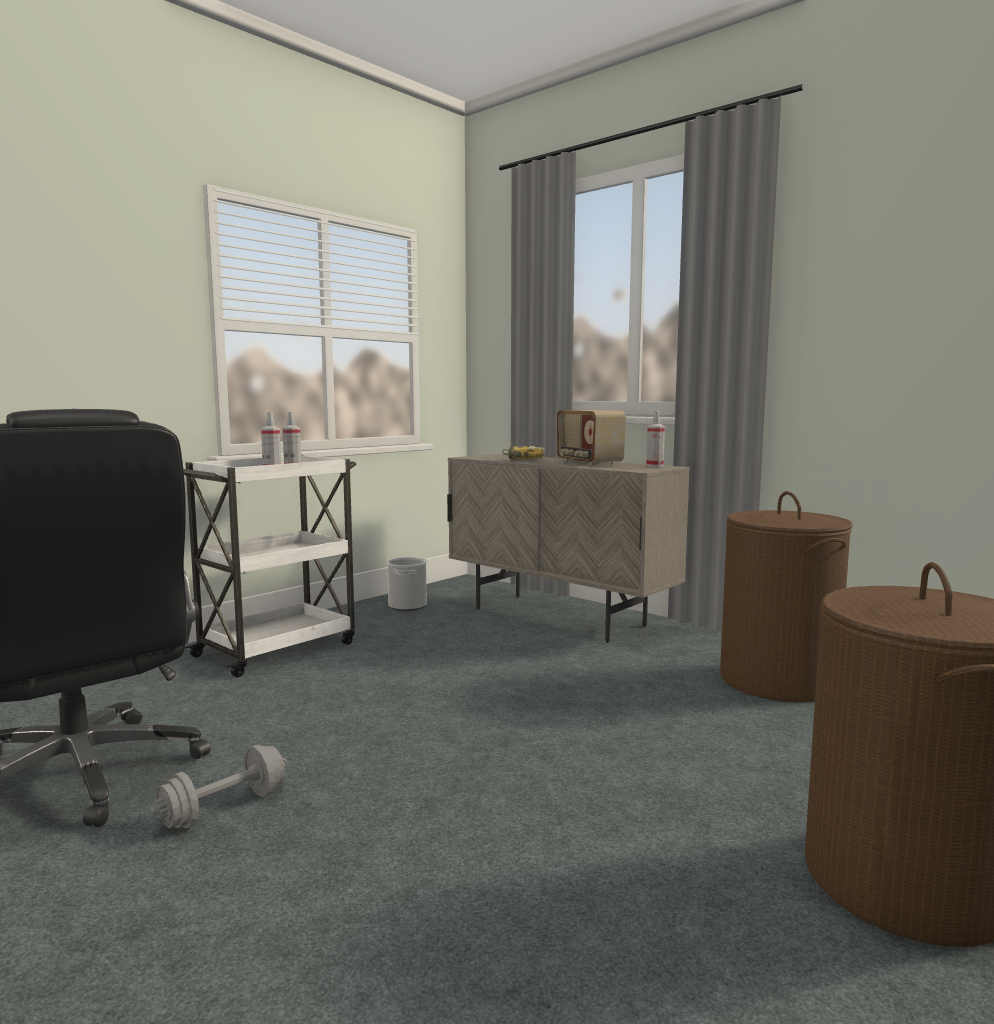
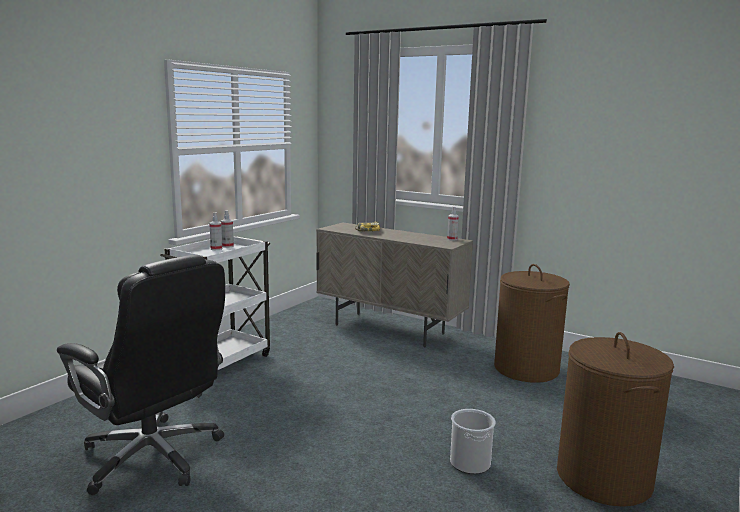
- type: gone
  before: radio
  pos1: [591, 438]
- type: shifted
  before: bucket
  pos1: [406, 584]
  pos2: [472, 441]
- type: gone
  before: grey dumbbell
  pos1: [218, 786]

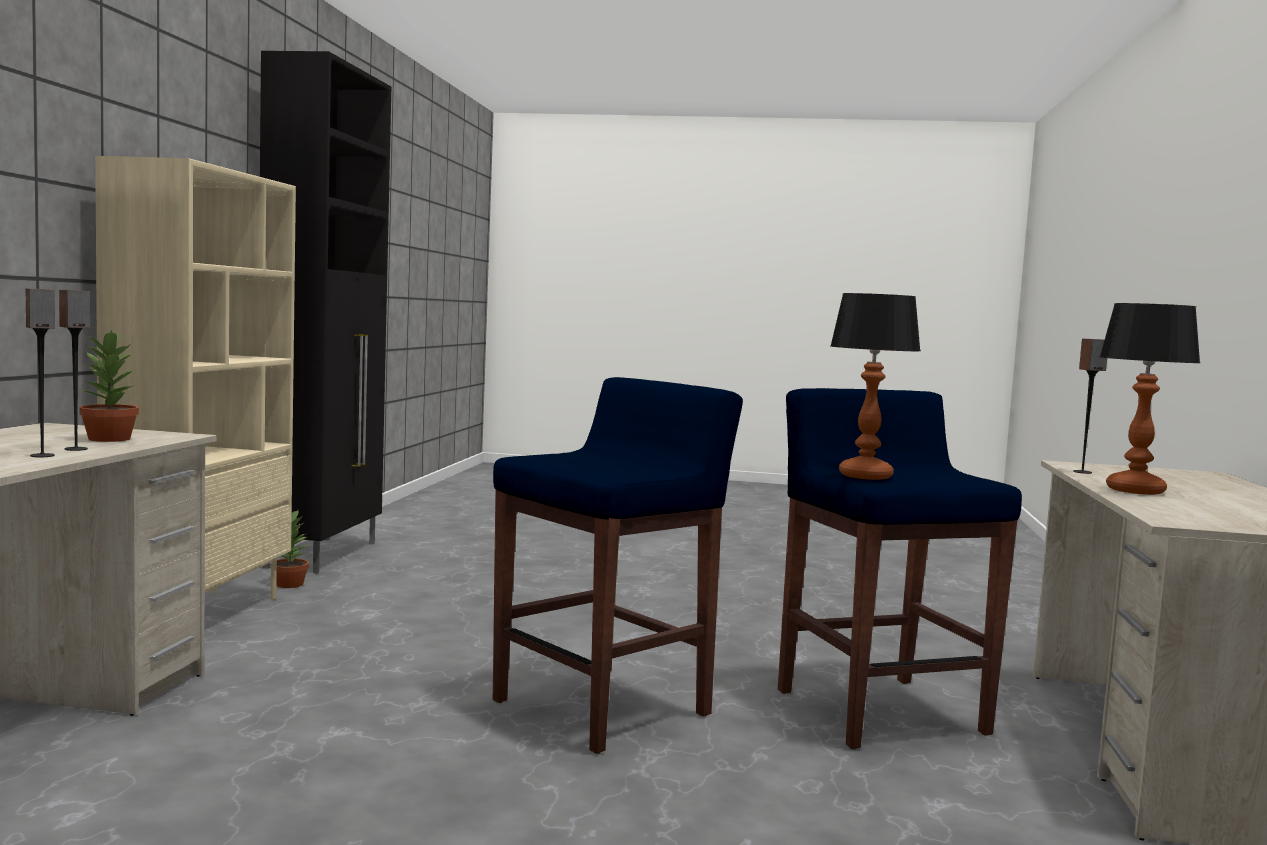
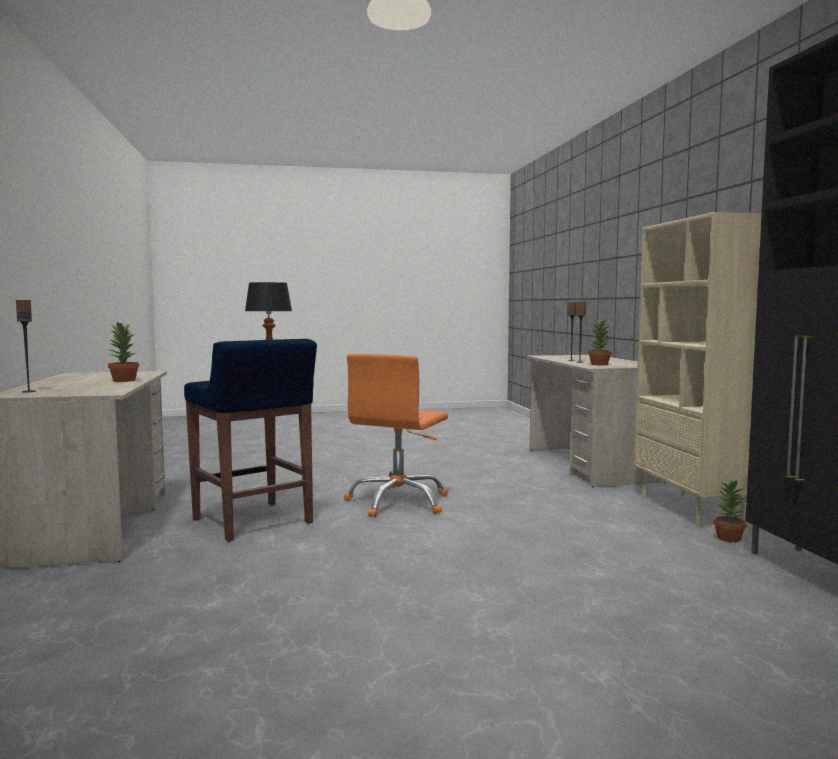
- type: swapped
  before: table lamp
  after: potted plant
  pos1: [1149, 399]
  pos2: [123, 351]
- type: shifted
  before: speaker
  pos1: [1090, 406]
  pos2: [26, 346]
- type: swapped
  before: blue stool
  after: orange office chair
  pos1: [618, 565]
  pos2: [396, 435]

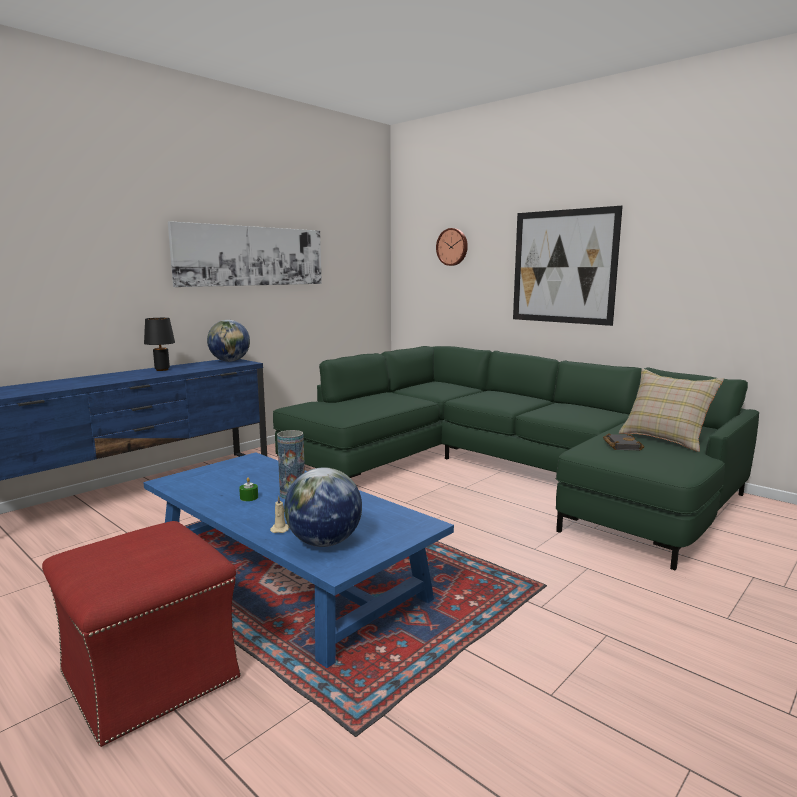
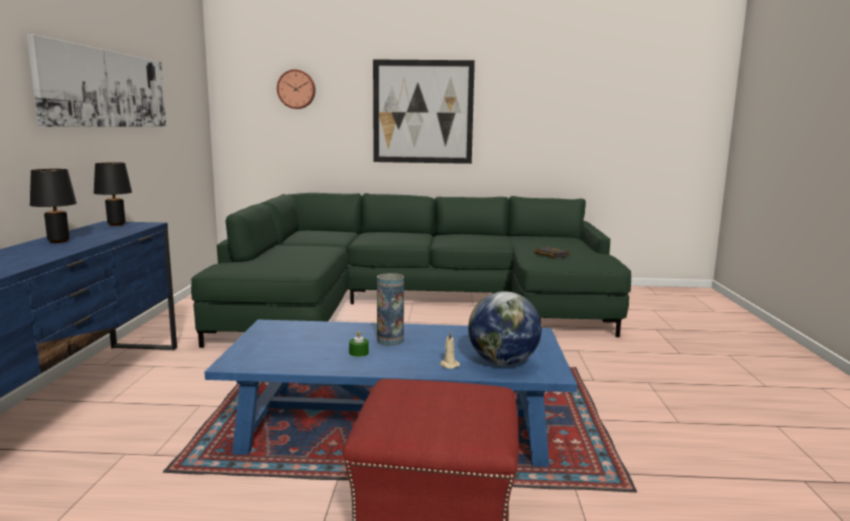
- type: swapped
  before: globe
  after: black table lamp
  pos1: [228, 341]
  pos2: [113, 194]
- type: gone
  before: beige pillow
  pos1: [671, 410]

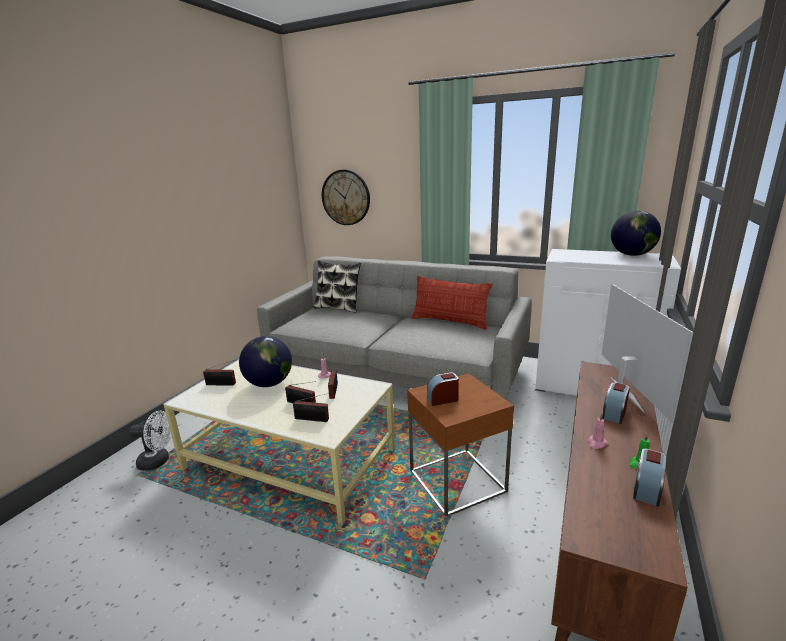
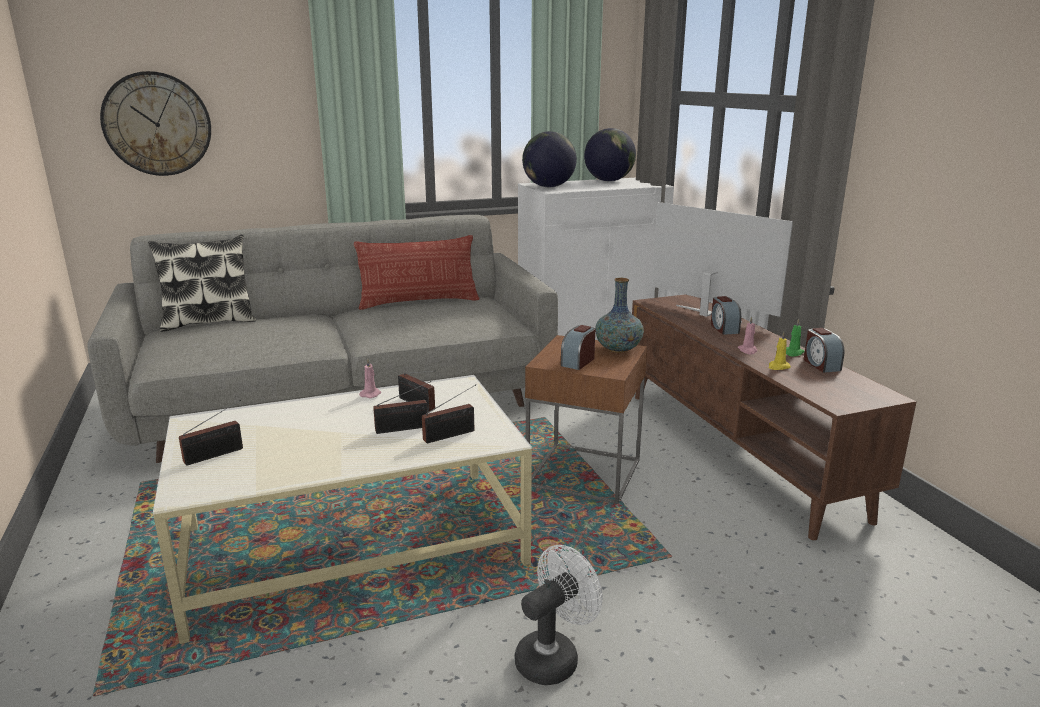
- type: shifted
  before: globe
  pos1: [265, 361]
  pos2: [549, 159]
- type: shifted
  before: white fan
  pos1: [150, 441]
  pos2: [559, 615]
- type: new
  after: vase
  pos2: [619, 315]
- type: new
  after: yellow candle
  pos2: [779, 351]

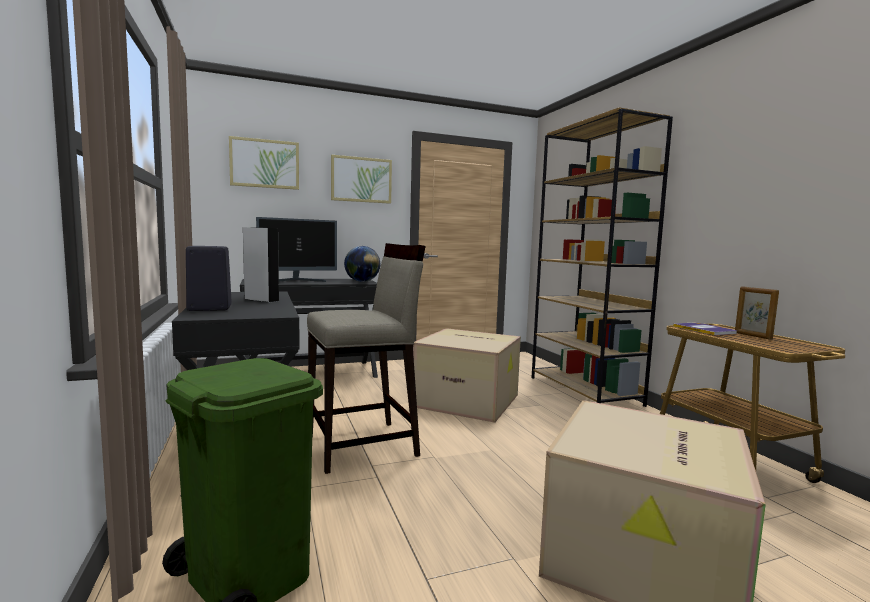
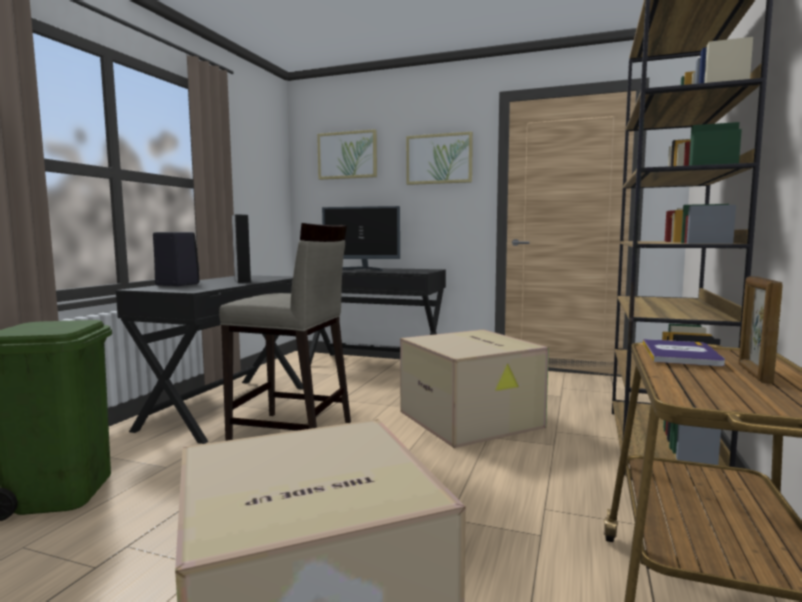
- type: gone
  before: globe
  pos1: [362, 264]

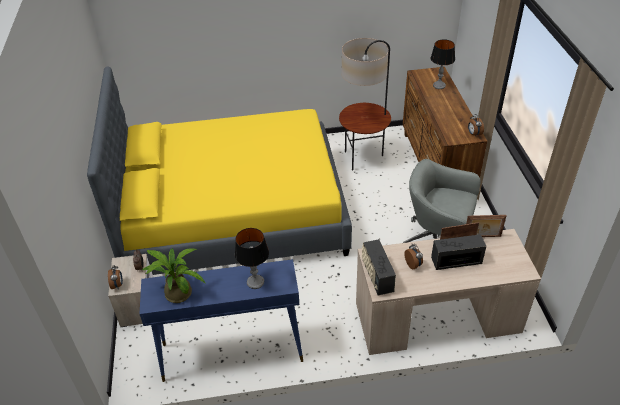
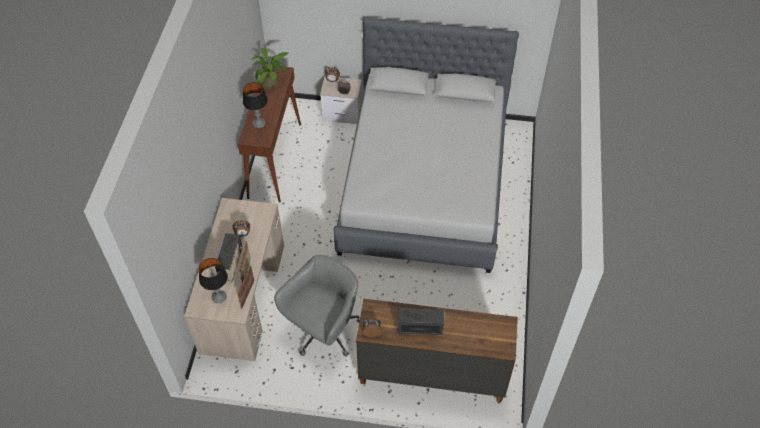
- type: gone
  before: floor lamp
  pos1: [365, 104]
- type: shifted
  before: table lamp
  pos1: [442, 64]
  pos2: [213, 280]
- type: repainted
  before: yellow bed
  after: grey bed
  pos1: [219, 170]
  pos2: [426, 145]
- type: shifted
  before: radio
  pos1: [379, 267]
  pos2: [421, 321]
- type: repainted
  before: blue console table
  after: brown console table
  pos1: [221, 320]
  pos2: [269, 134]

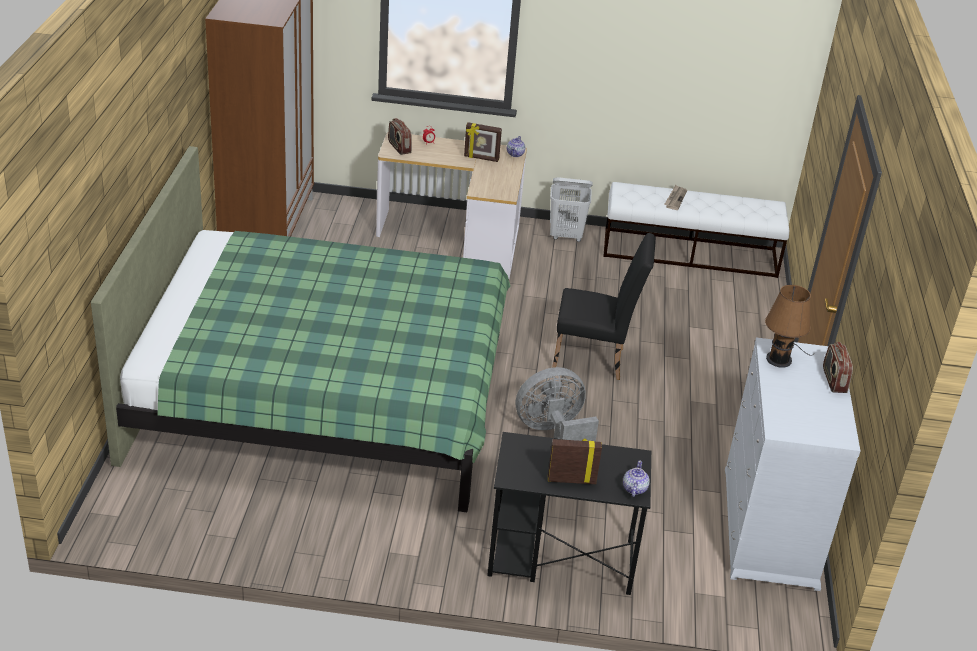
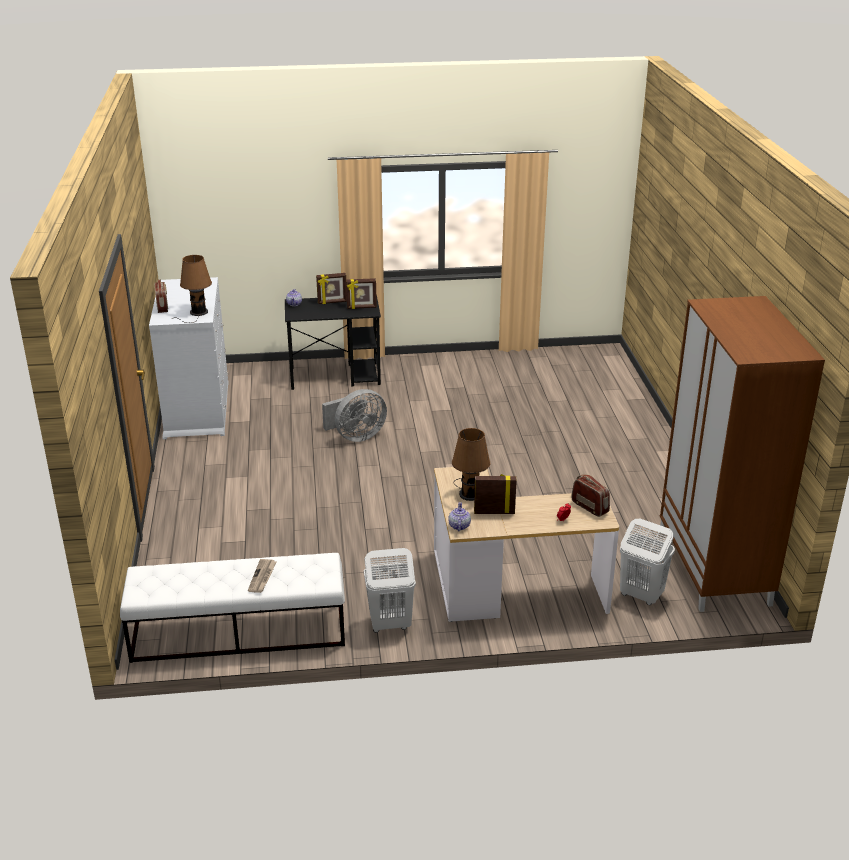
- type: gone
  before: green bed
  pos1: [300, 329]
- type: gone
  before: black chair
  pos1: [604, 306]
- type: new
  after: picture frame
  pos2: [361, 293]
- type: new
  after: brown table lamp
  pos2: [471, 464]
- type: new
  after: white laundry basket
  pos2: [647, 562]

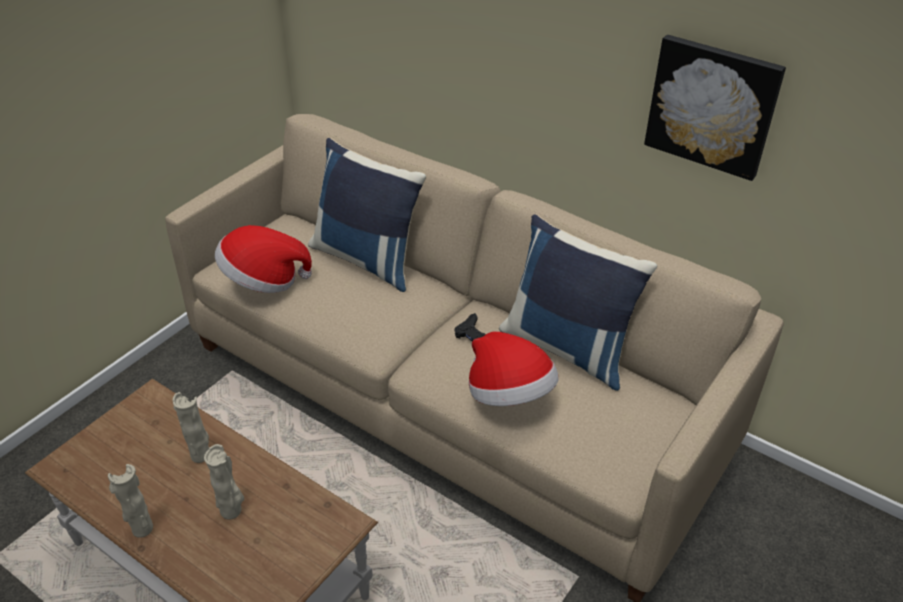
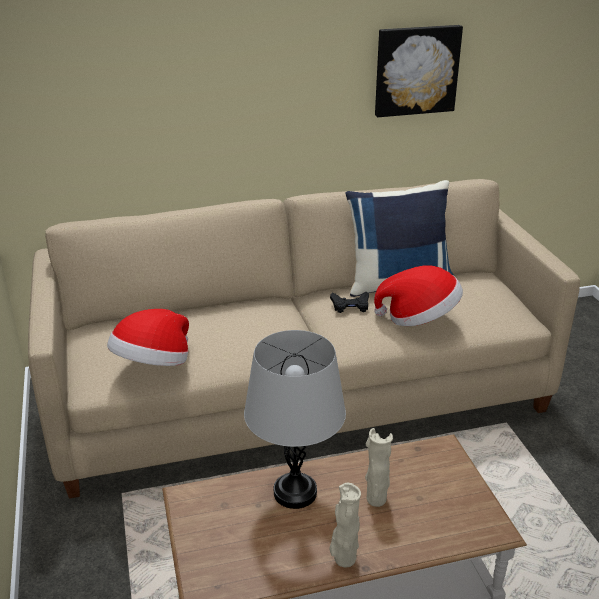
- type: gone
  before: blue pillow
  pos1: [367, 215]
- type: swapped
  before: beige vase
  after: grey table lamp
  pos1: [191, 427]
  pos2: [295, 419]

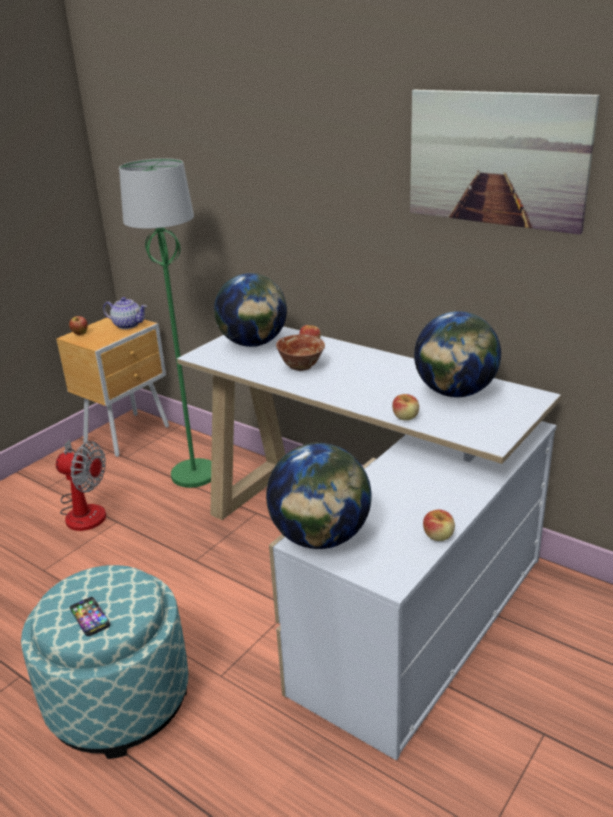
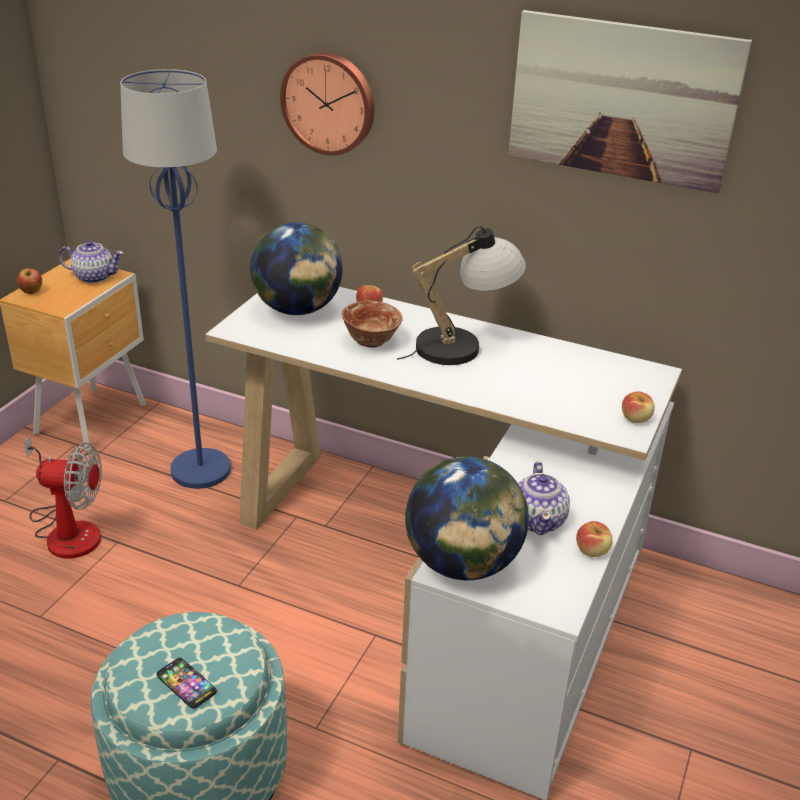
- type: repainted
  before: green floor lamp
  after: blue floor lamp
  pos1: [165, 323]
  pos2: [175, 279]
- type: gone
  before: globe
  pos1: [457, 354]
- type: shifted
  before: apple
  pos1: [405, 407]
  pos2: [638, 407]
- type: new
  after: wall clock
  pos2: [327, 104]
- type: new
  after: table lamp
  pos2: [461, 295]
- type: new
  after: teapot
  pos2: [544, 498]

